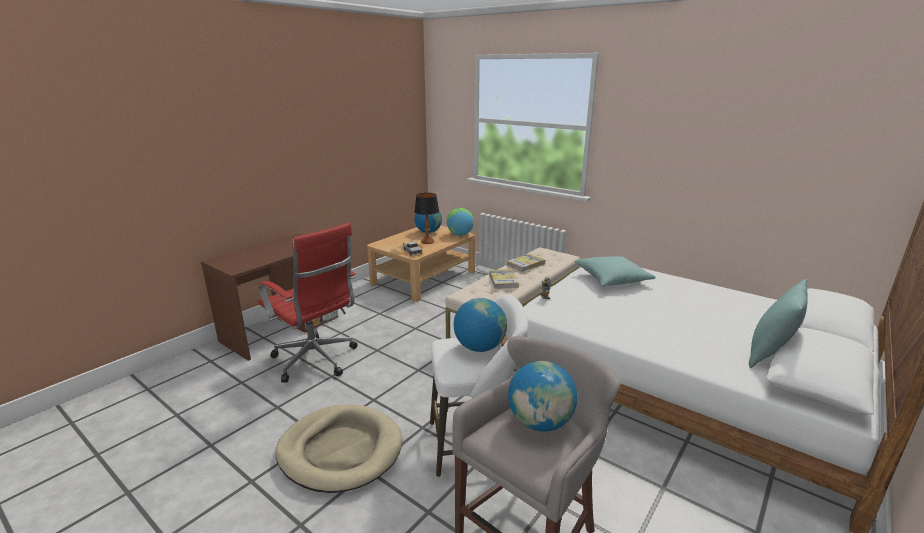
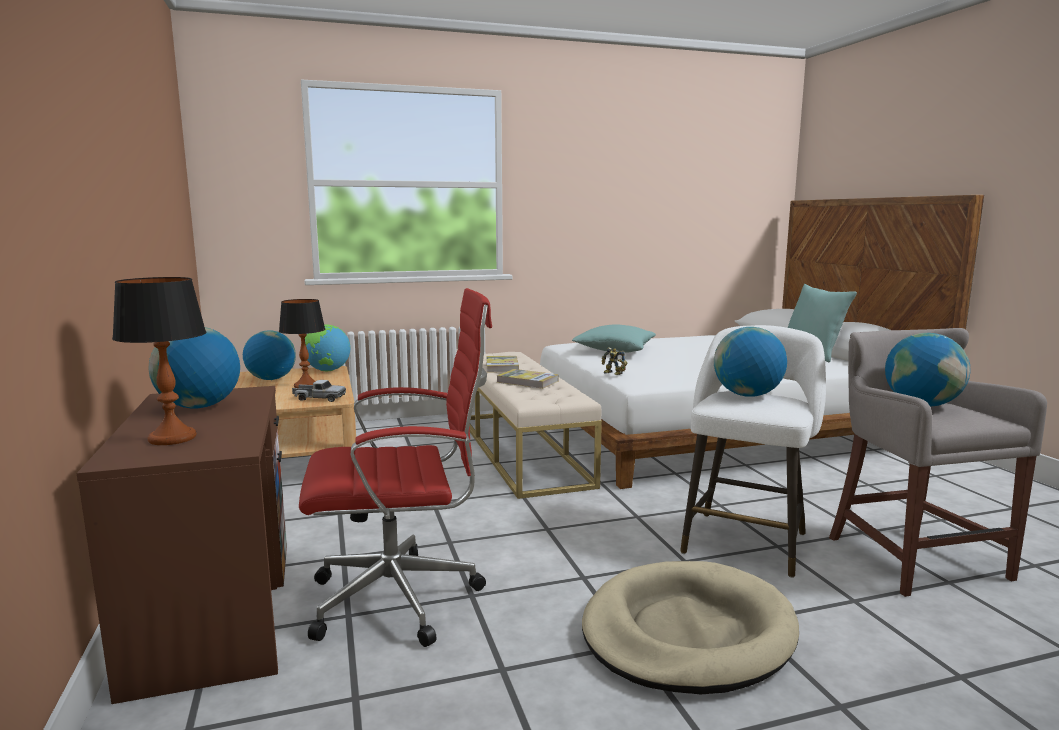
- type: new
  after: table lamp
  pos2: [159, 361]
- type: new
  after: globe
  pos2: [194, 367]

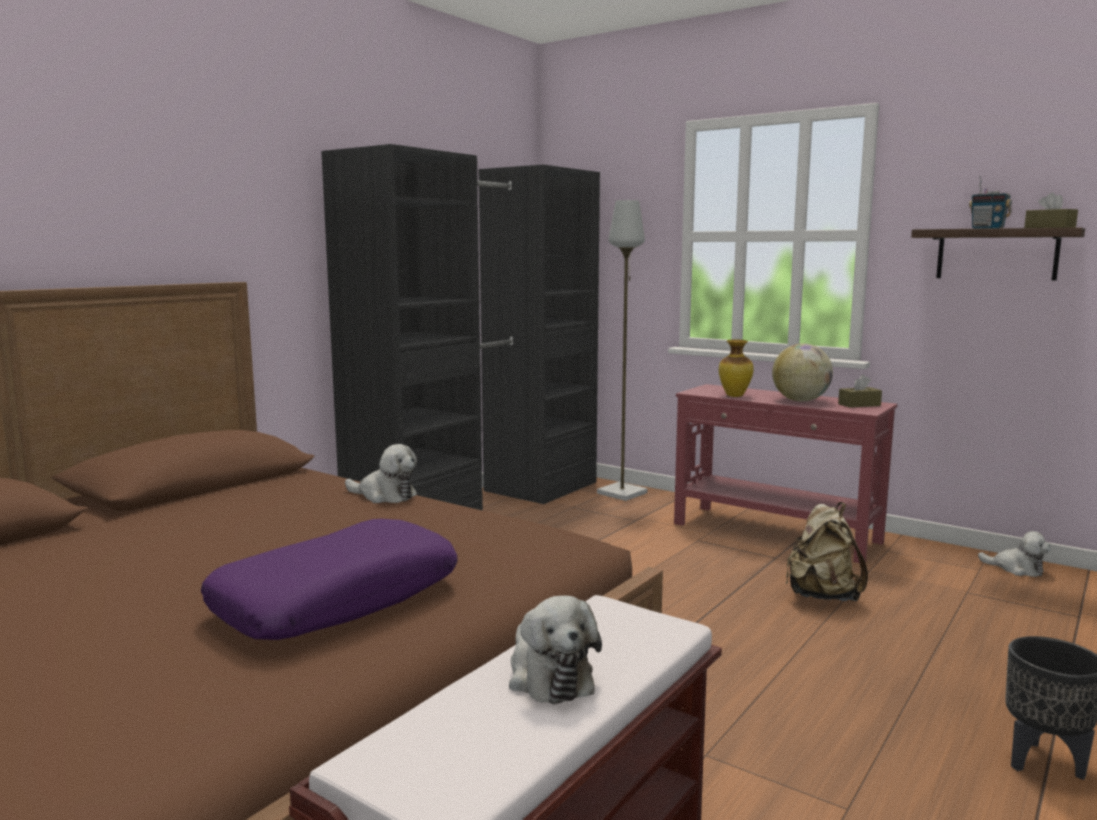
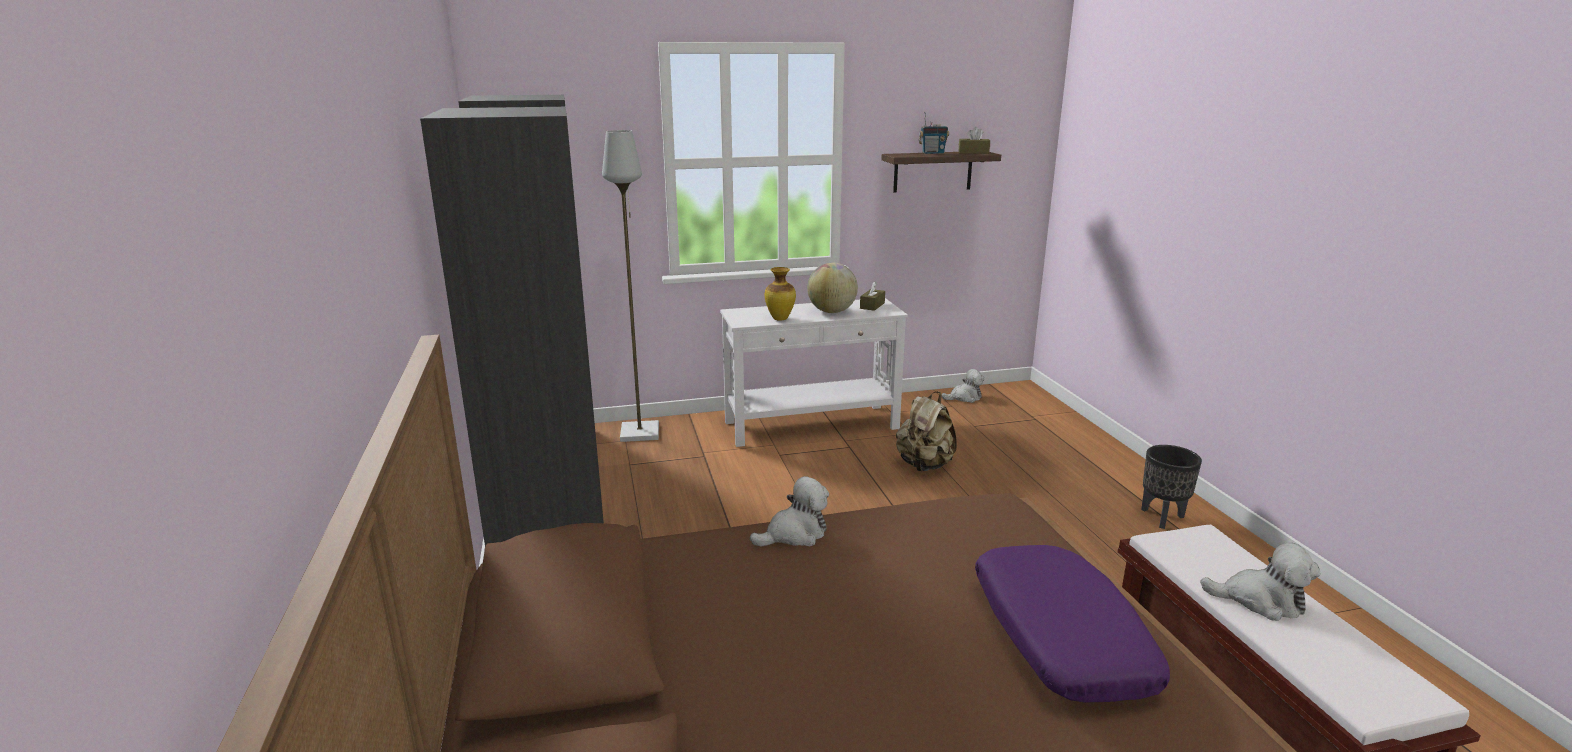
- type: repainted
  before: red console table
  after: white console table
  pos1: [785, 473]
  pos2: [814, 372]

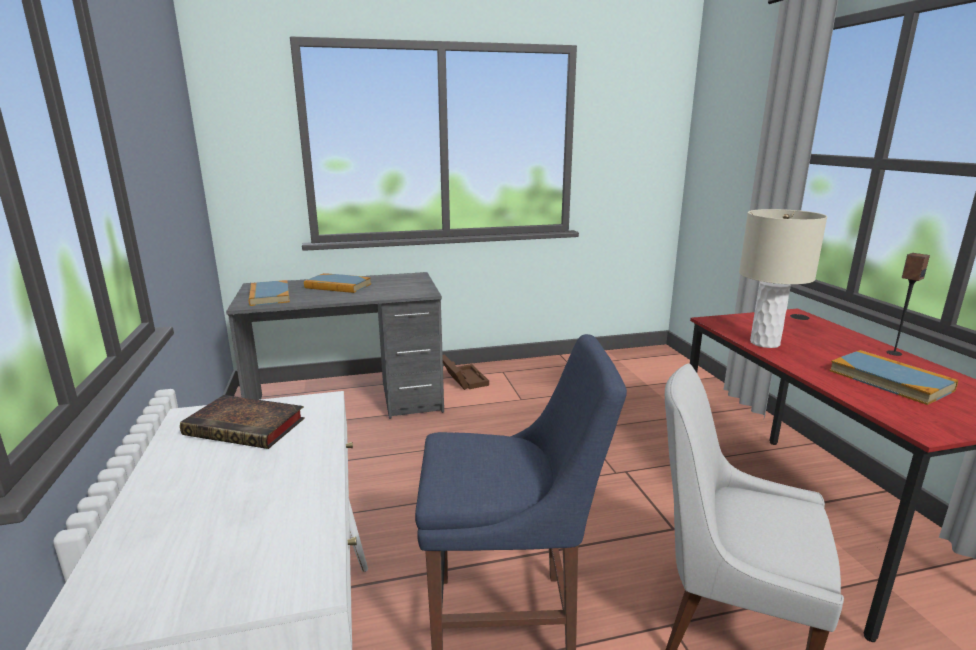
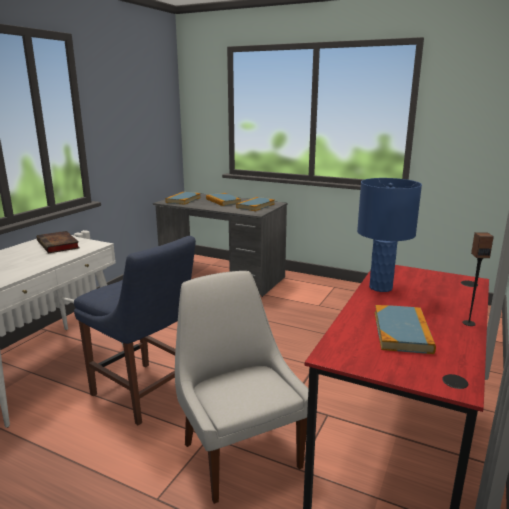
- type: repainted
  before: beige table lamp
  after: blue table lamp
  pos1: [783, 278]
  pos2: [389, 235]
- type: gone
  before: brown storage box
  pos1: [466, 372]
- type: new
  after: book
  pos2: [255, 204]

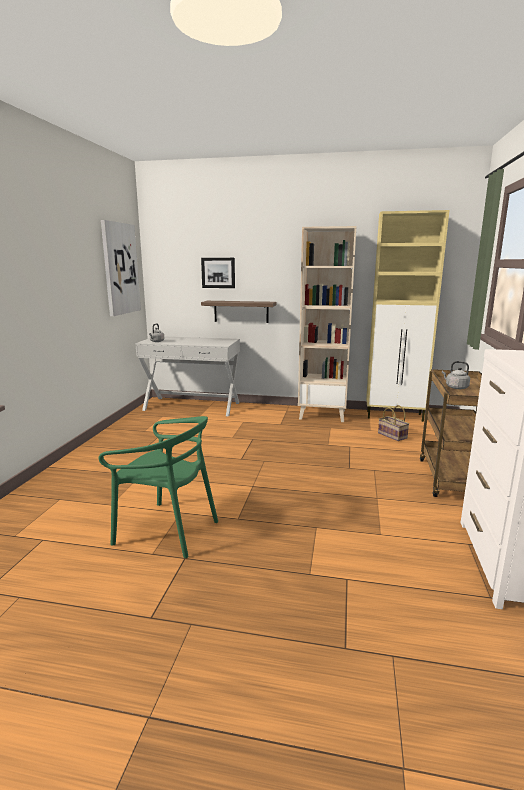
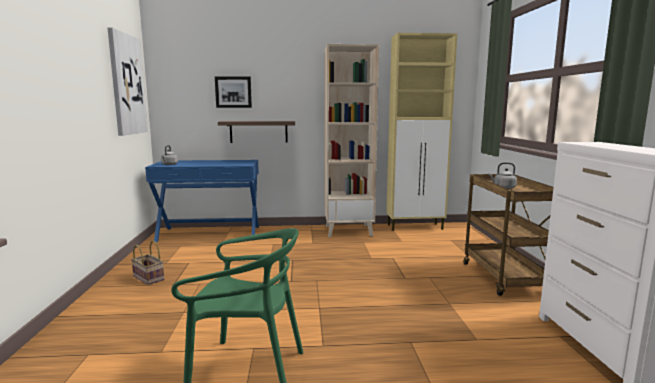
- type: repainted
  before: white console table
  after: blue console table
  pos1: [187, 376]
  pos2: [202, 201]
- type: shifted
  before: basket
  pos1: [393, 423]
  pos2: [147, 263]

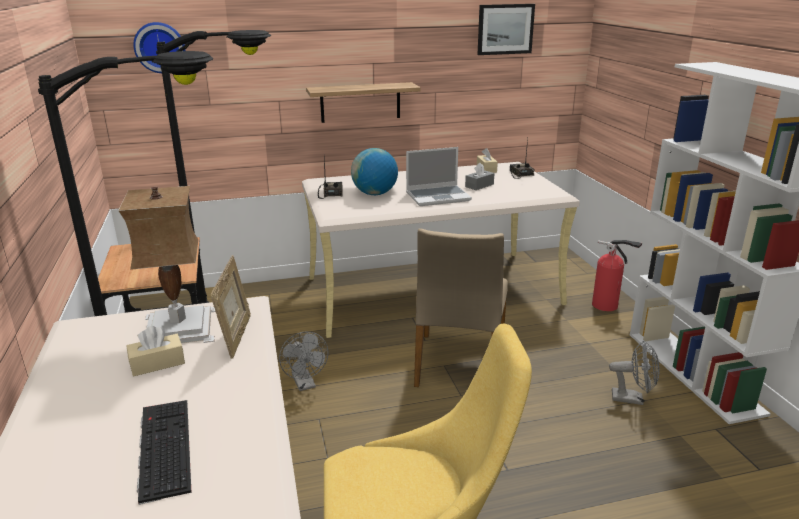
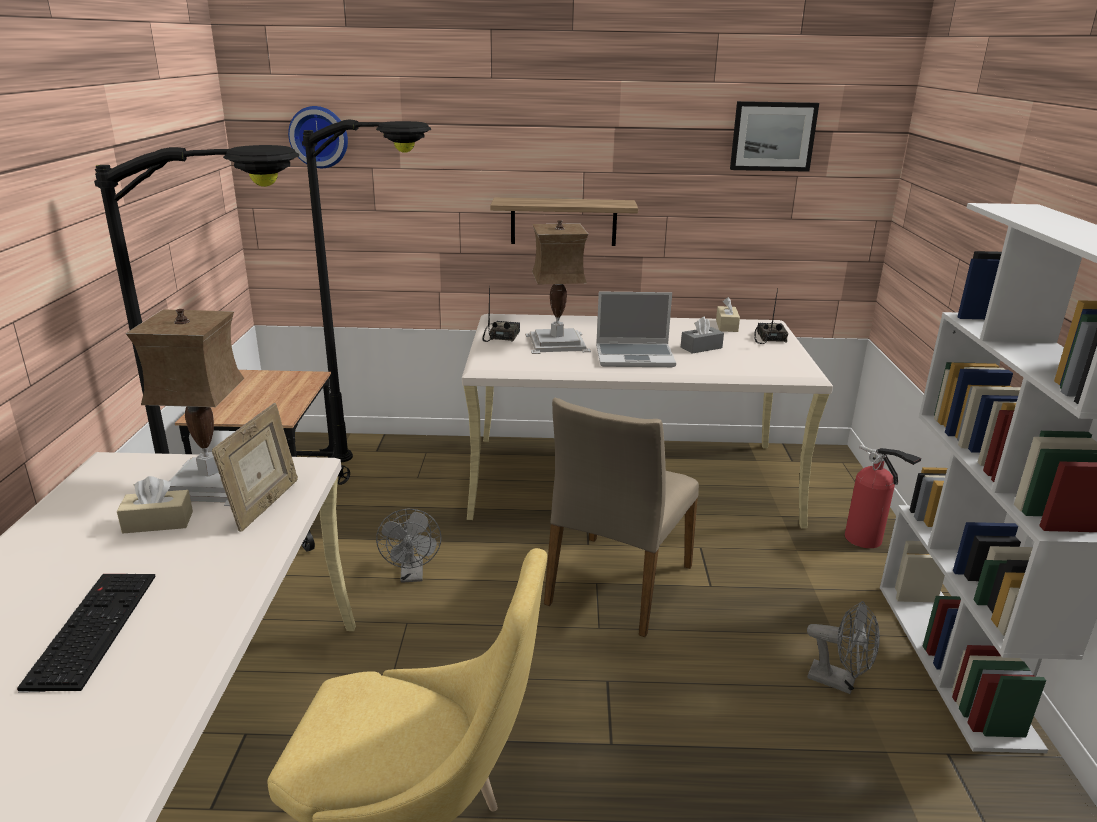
- type: swapped
  before: globe
  after: table lamp
  pos1: [374, 171]
  pos2: [558, 287]

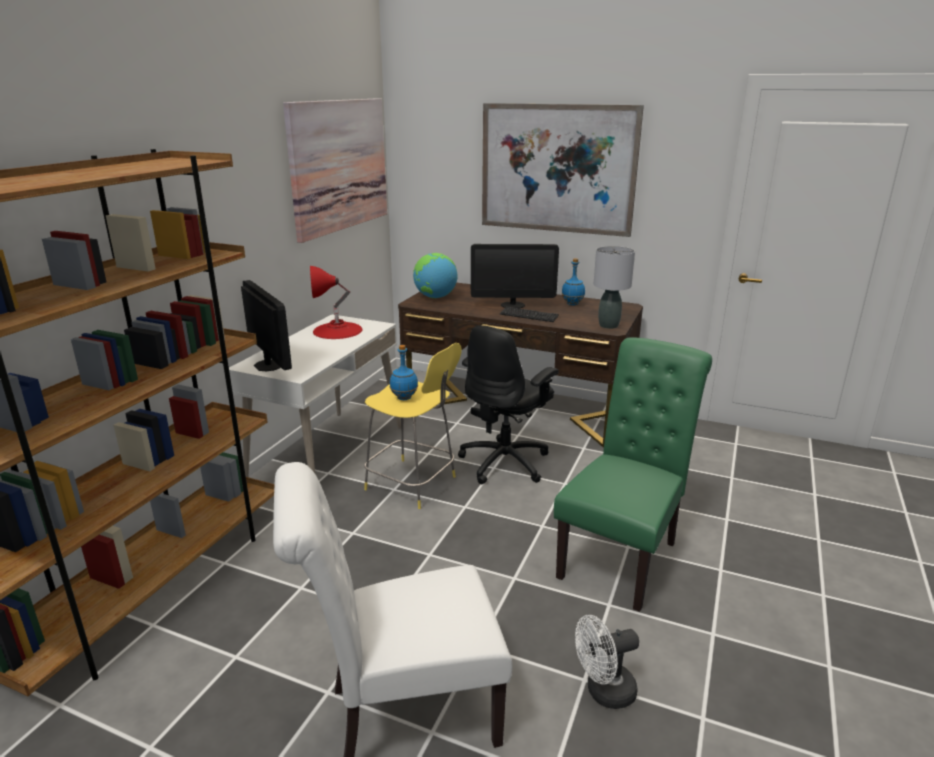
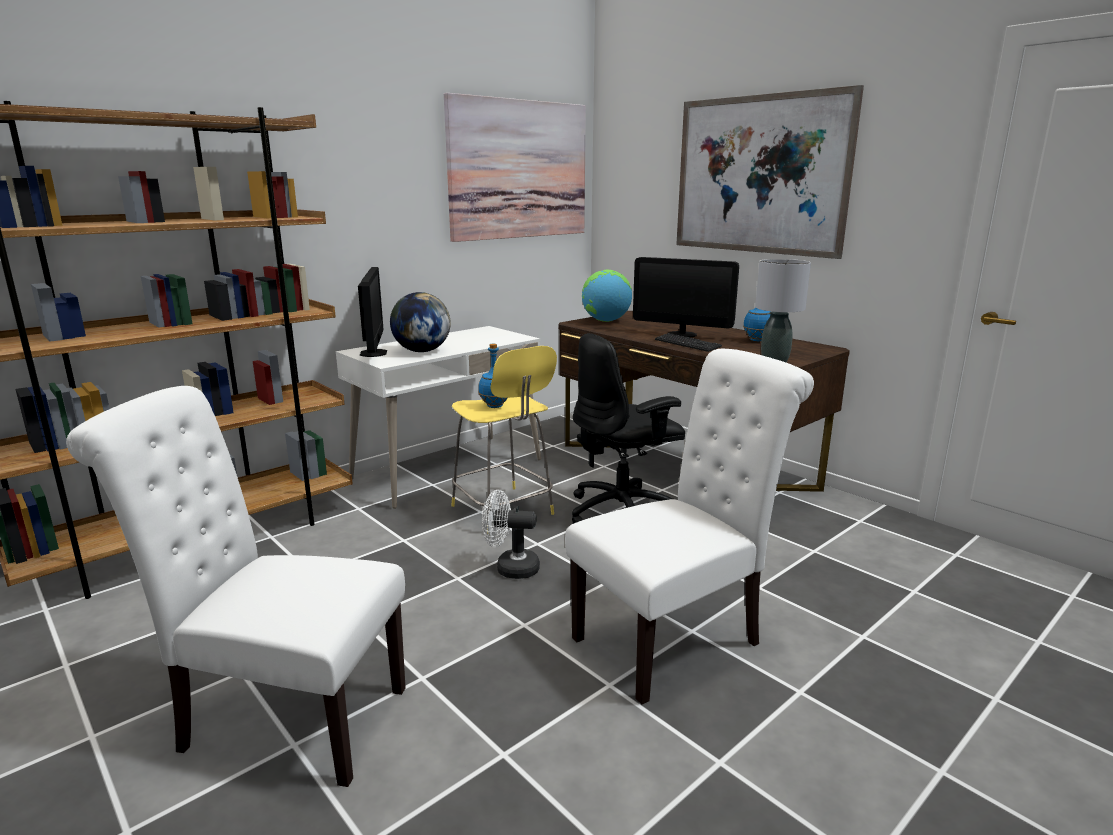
- type: gone
  before: red table lamp
  pos1: [336, 302]
- type: repainted
  before: green chair
  after: white chair
  pos1: [633, 474]
  pos2: [689, 527]
- type: shifted
  before: white fan
  pos1: [607, 662]
  pos2: [511, 534]
- type: new
  after: globe
  pos2: [420, 322]

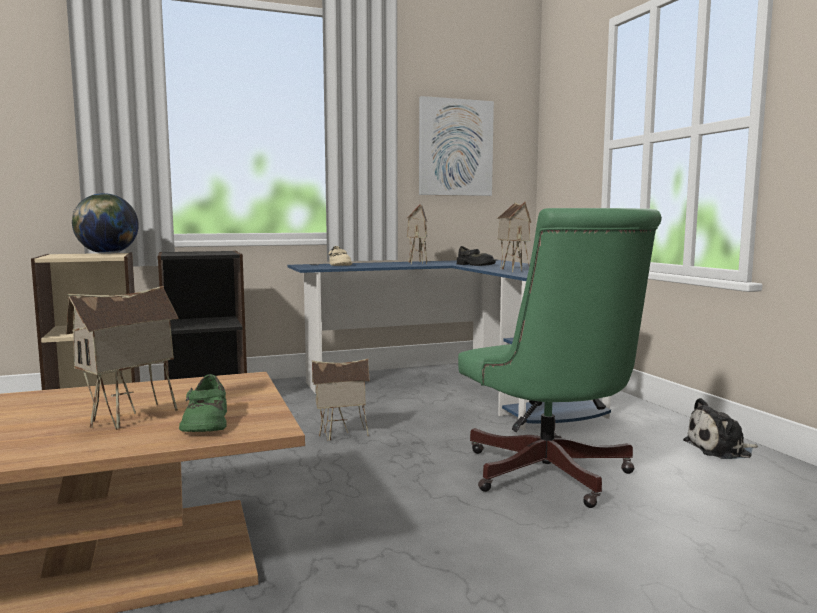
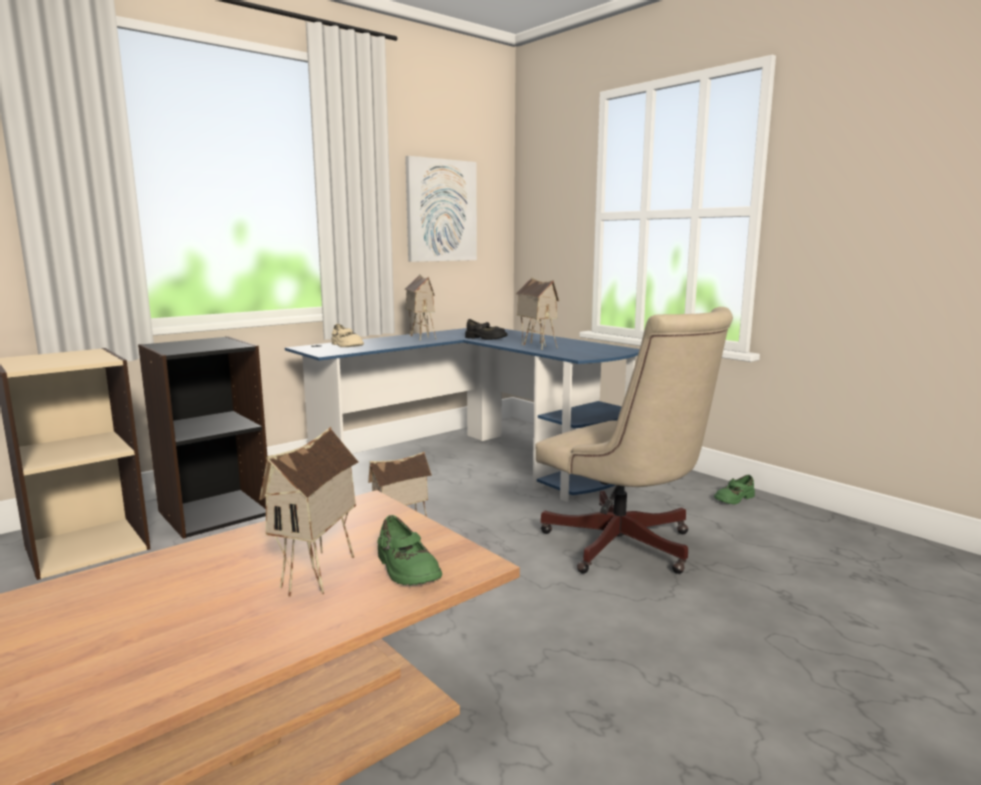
- type: gone
  before: globe
  pos1: [105, 223]
- type: repainted
  before: green office chair
  after: beige office chair
  pos1: [560, 358]
  pos2: [634, 440]
- type: swapped
  before: plush toy
  after: green shoe
  pos1: [720, 428]
  pos2: [734, 489]

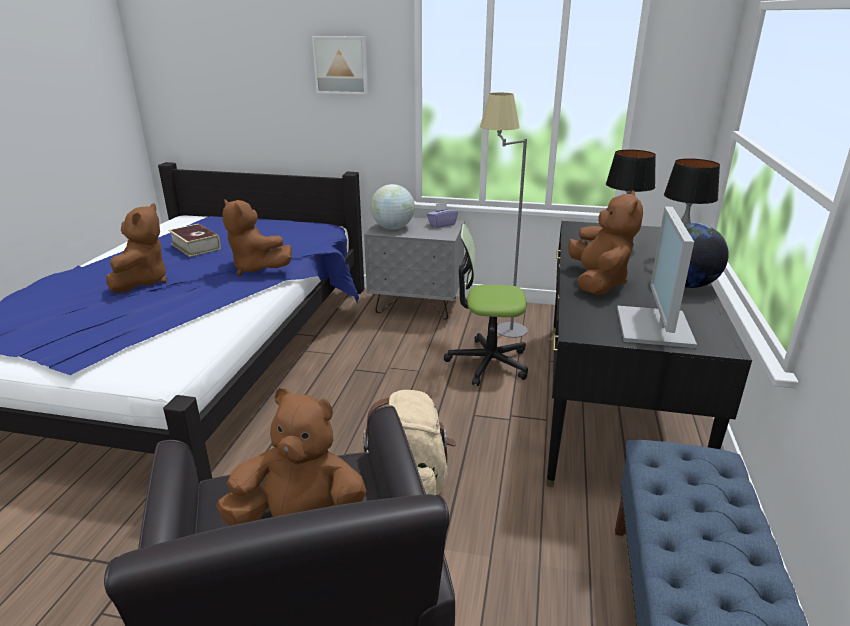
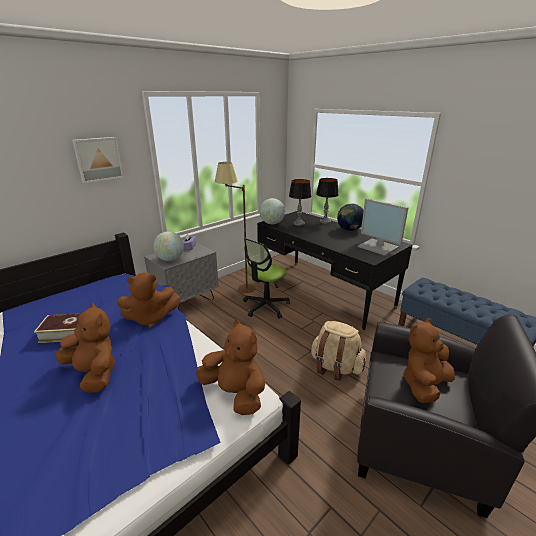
- type: repainted
  before: grey floor lamp
  after: brown floor lamp
  pos1: [504, 215]
  pos2: [235, 227]
- type: shifted
  before: brown plush toy
  pos1: [605, 242]
  pos2: [230, 367]
- type: new
  after: globe
  pos2: [272, 211]

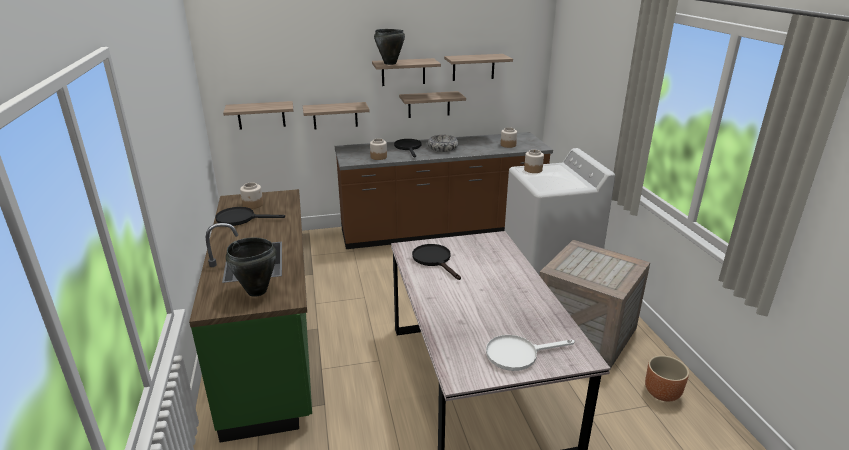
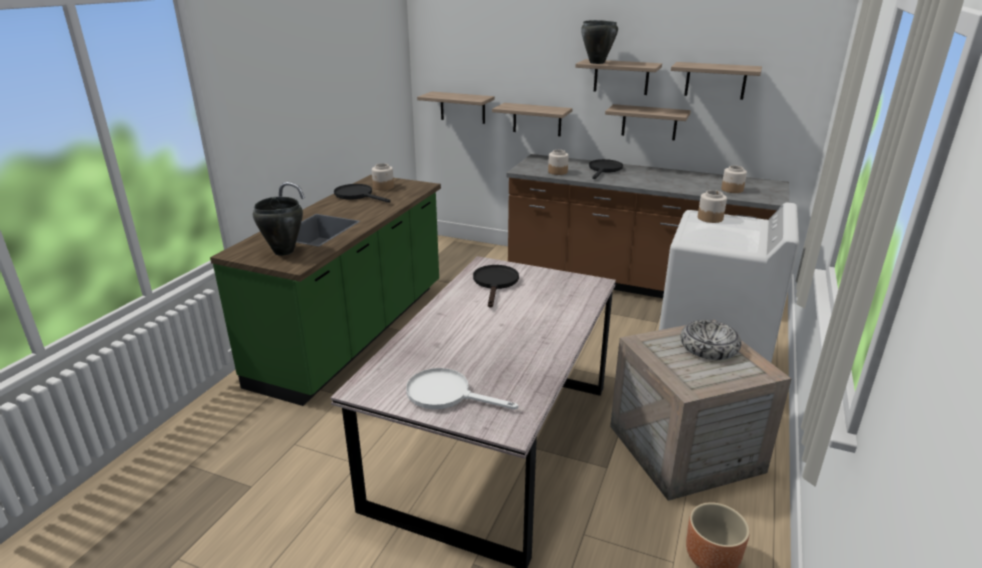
- type: shifted
  before: bowl
  pos1: [443, 143]
  pos2: [711, 340]

